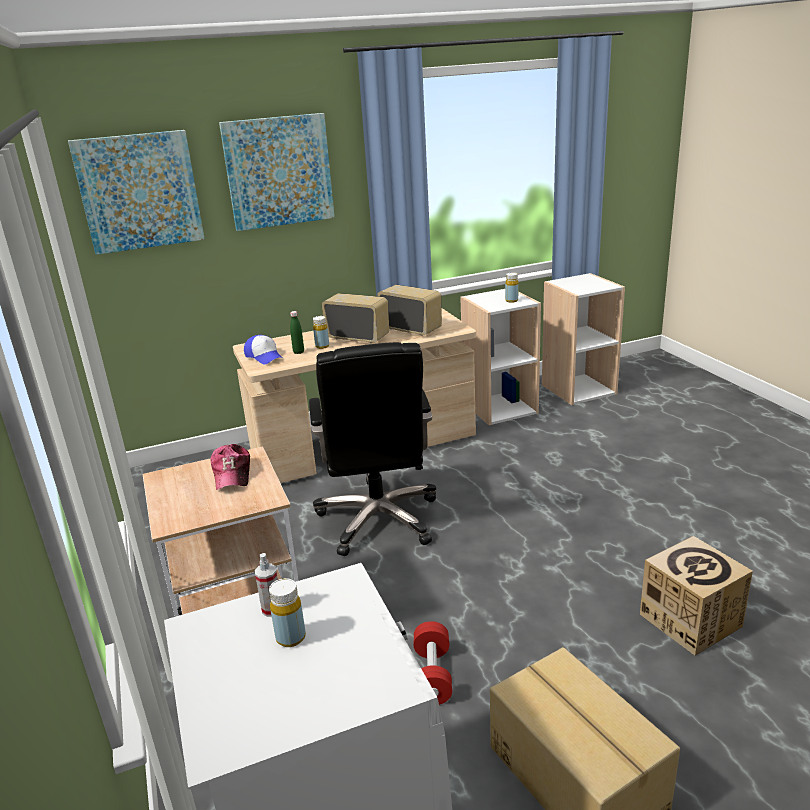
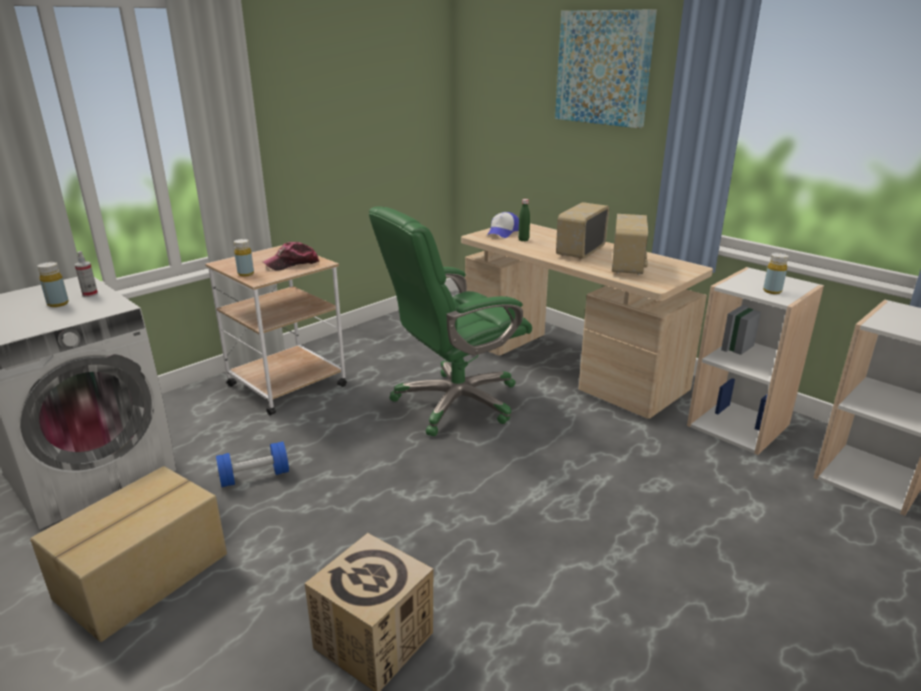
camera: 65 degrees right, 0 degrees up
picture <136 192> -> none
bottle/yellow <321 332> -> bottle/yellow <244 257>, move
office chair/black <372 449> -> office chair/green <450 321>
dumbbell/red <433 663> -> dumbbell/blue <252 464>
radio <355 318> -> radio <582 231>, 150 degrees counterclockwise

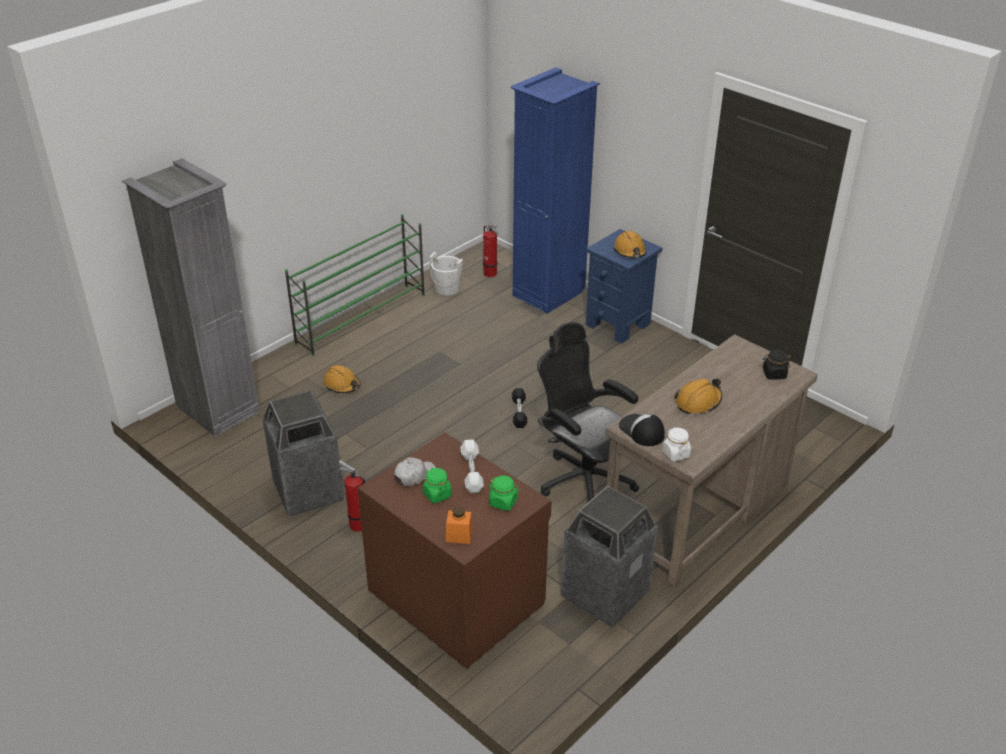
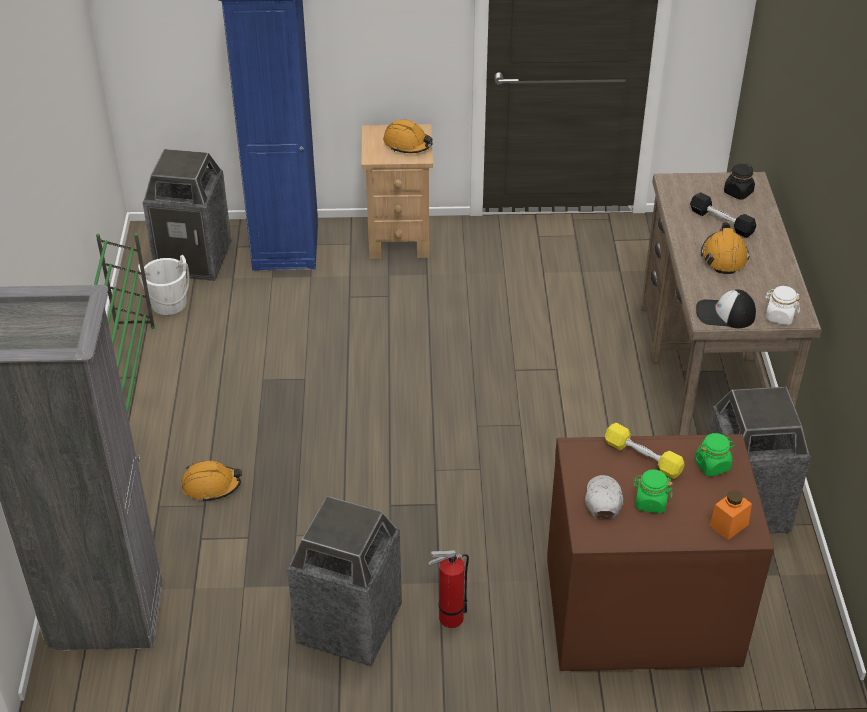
camera: 45 degrees left, 5 degrees up
office chair <588 411> -> none
dumbbell/black <519 408> -> dumbbell/black <723 215>, move
fire extinguisher <490 250> -> trash can <186 215>
dumbbell/white <472 466> -> dumbbell/yellow <644 451>
nightstand/blue <624 286> -> nightstand/beige <397 191>

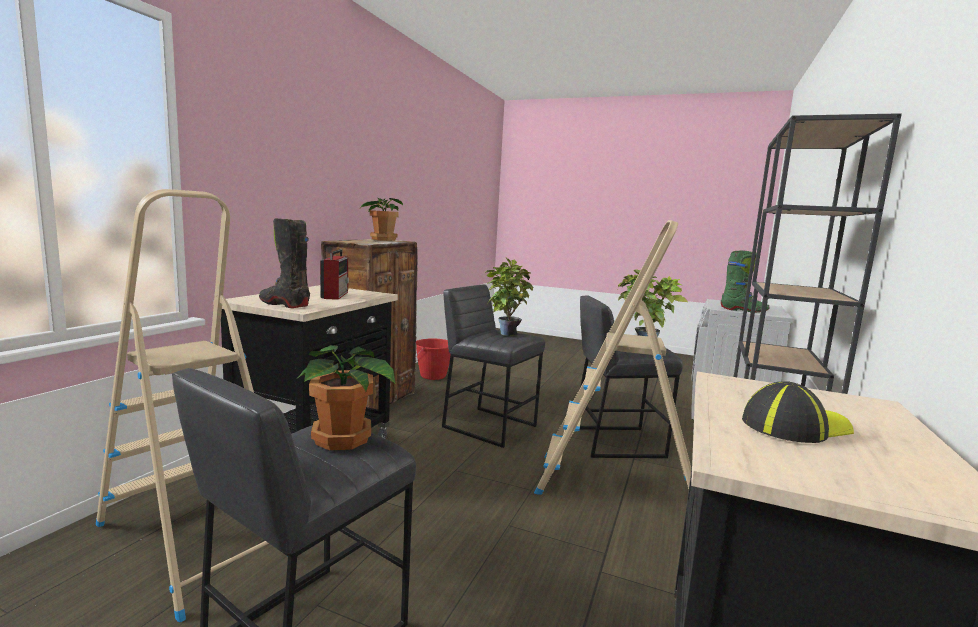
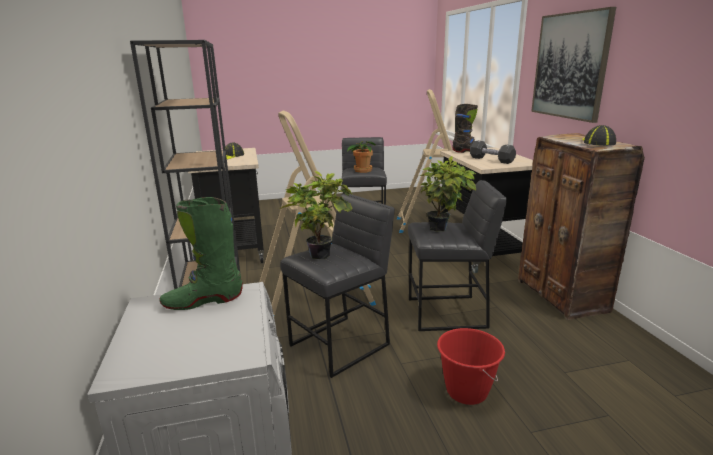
camera: 145 degrees right, 10 degrees up
none -> picture <573 65>
bucket/red <433 359> -> bucket/red <471 366>, move
radio <334 274> -> dumbbell/black <493 152>
potted plant <381 219> -> cap <599 135>

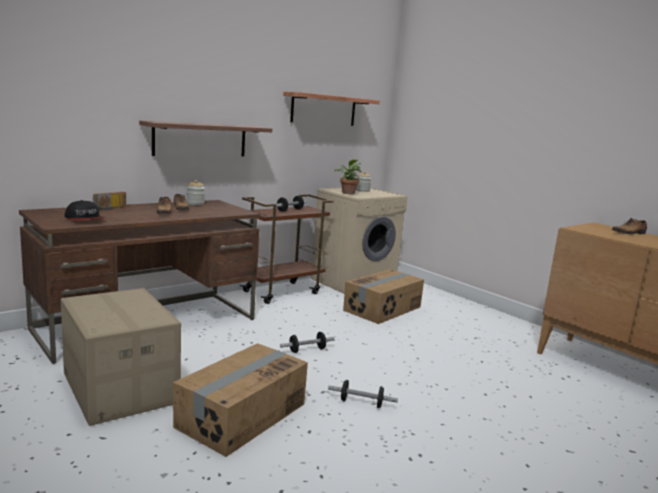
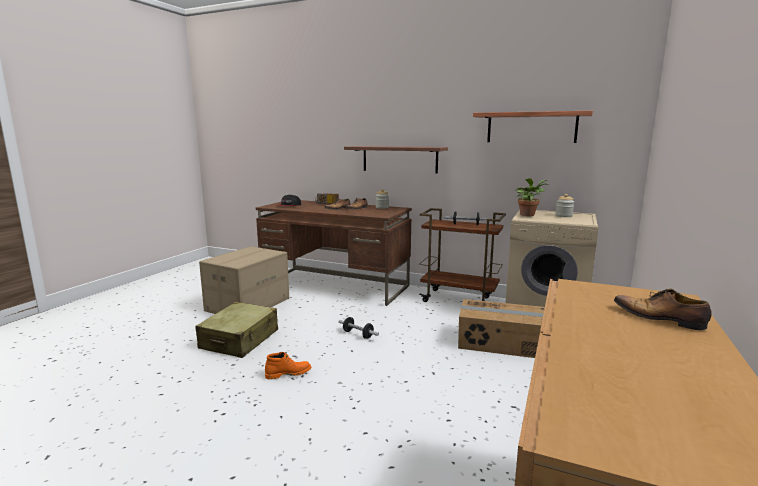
camera: 65 degrees right, 0 degrees up
cardboard box <240 400> -> suitcase/beige <236 330>
dumbbell <363 394> -> boot/orange <288 366>

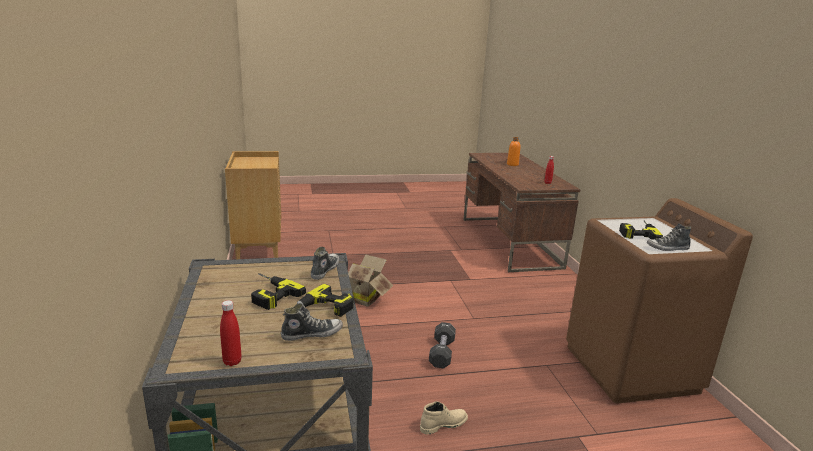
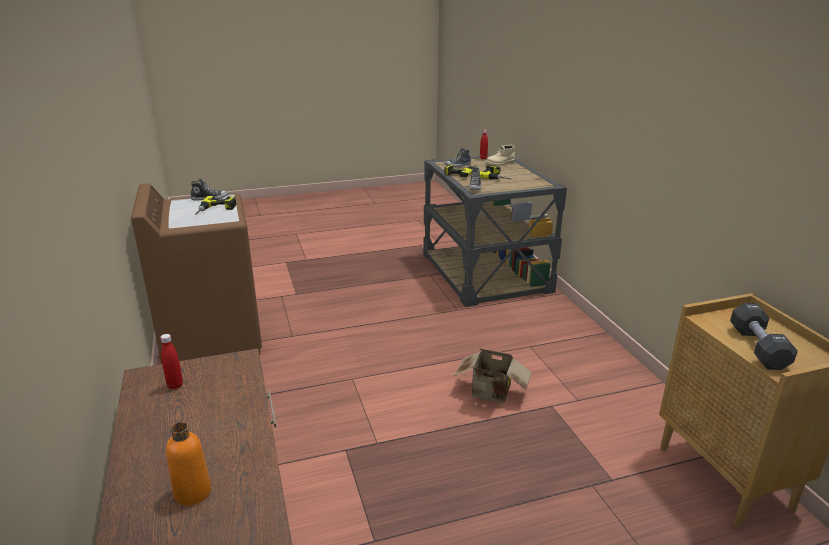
camera: 175 degrees right, 5 degrees up
boot/beige <444 418> -> boot/beige <500 155>, move
dumbbell/black <442 345> -> dumbbell/black <764 336>, move

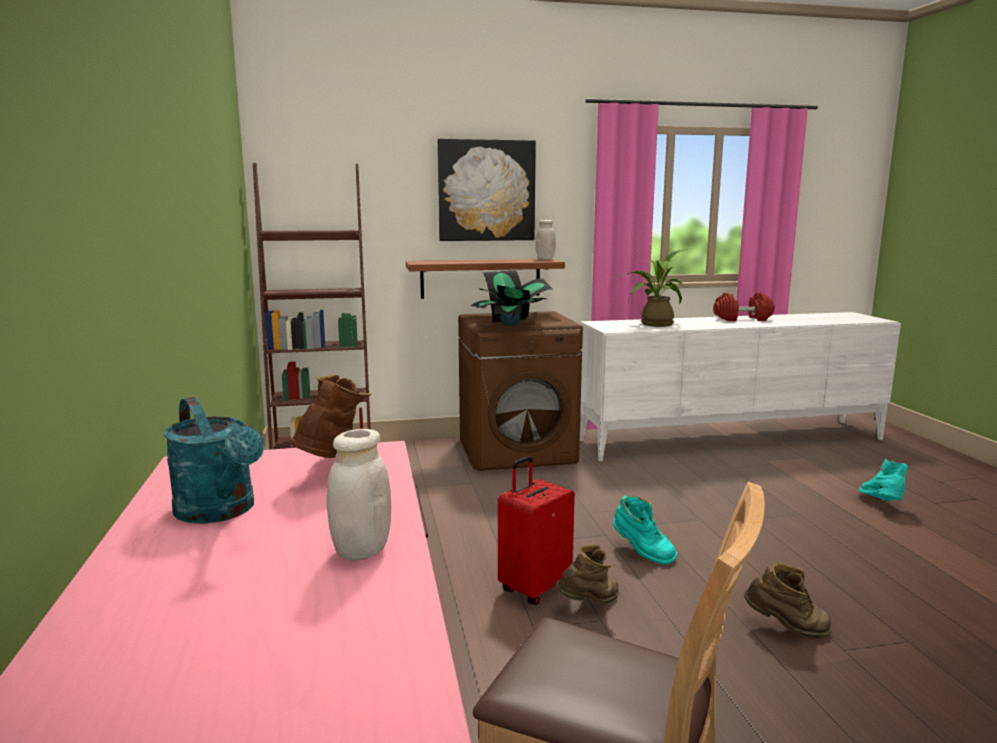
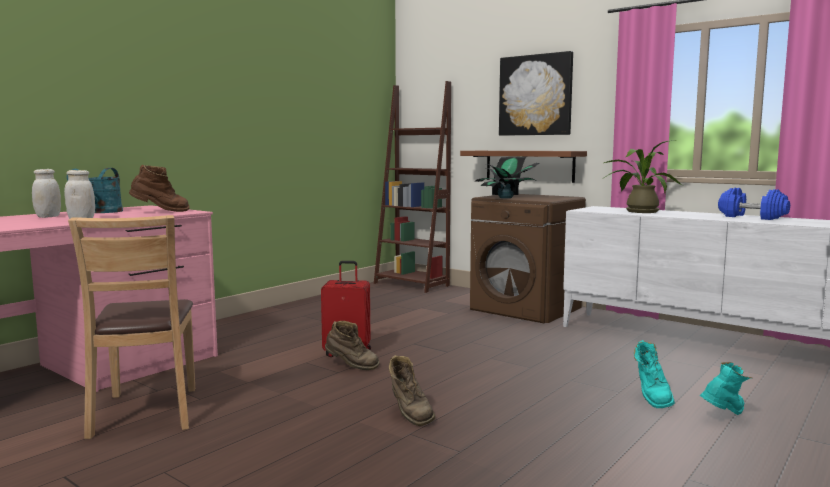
camera: 50 degrees right, 5 degrees down
jar/white <546 239> -> jar/white <46 193>, move
boot/turquoise <645 529> -> boot/turquoise <654 374>, move
dumbbell/red <744 306> -> dumbbell/blue <754 204>

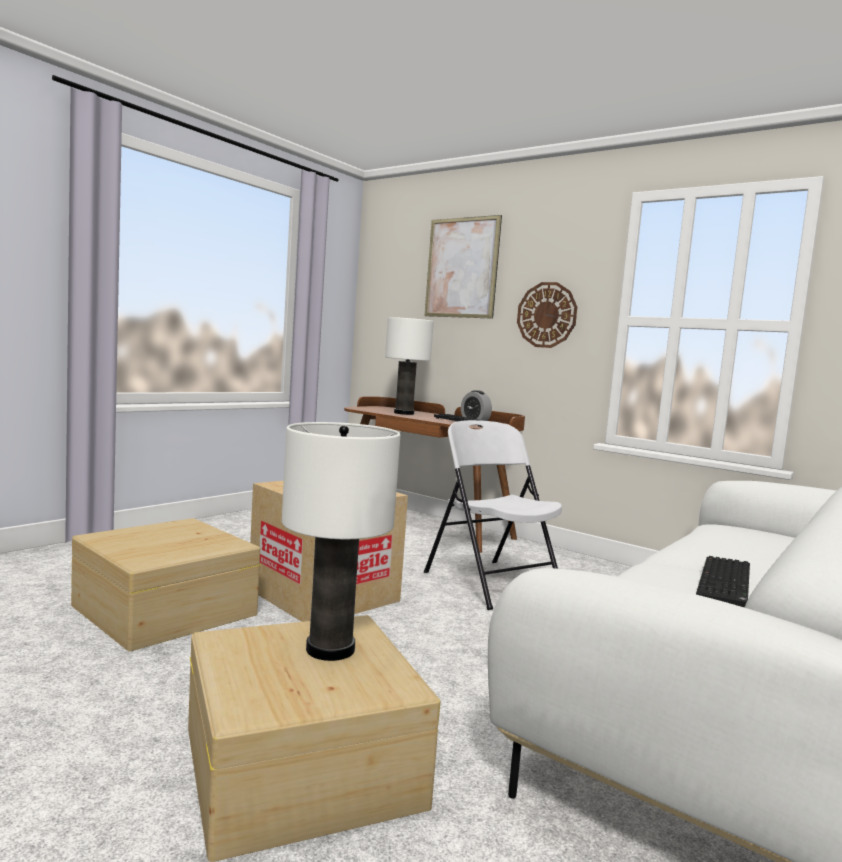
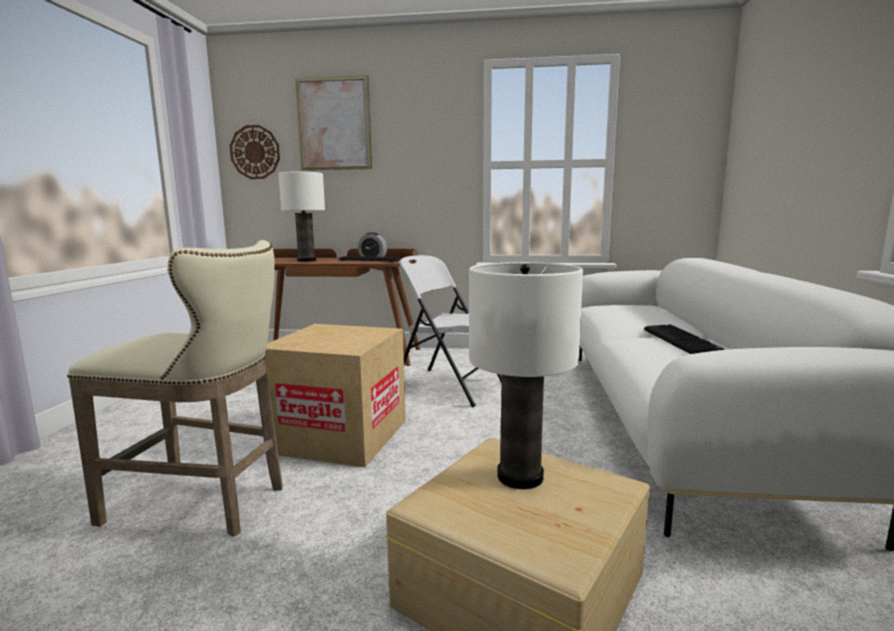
camera: 30 degrees left, 5 degrees up
wall clock <547 315> -> wall clock <255 152>, move
storage box/beige <165 584> -> stool/beige <175 388>

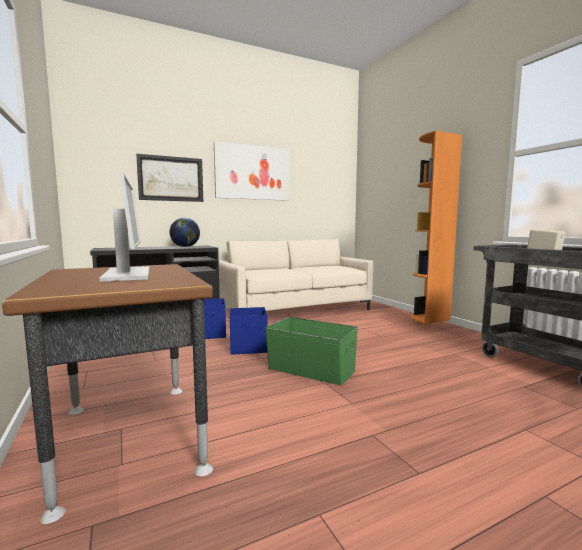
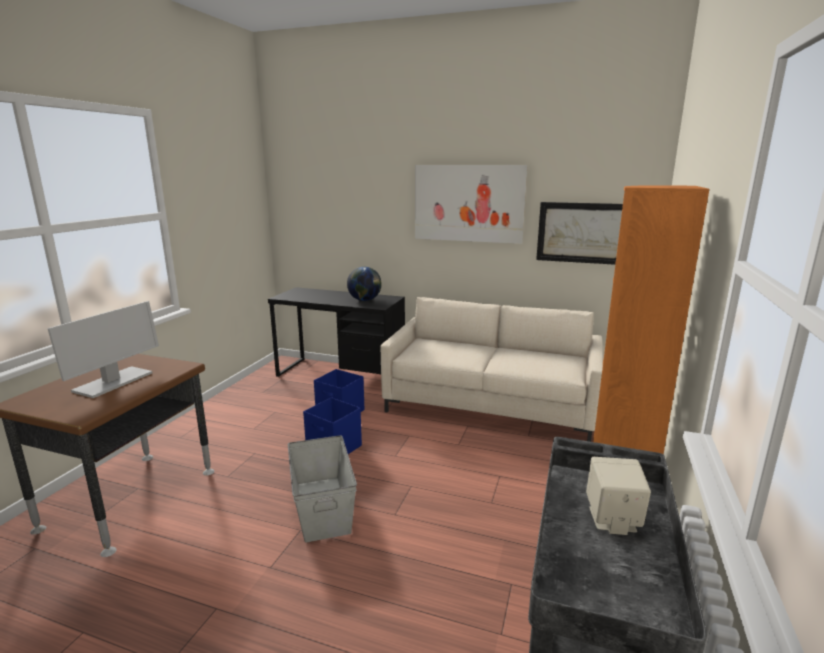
camera: 45 degrees right, 10 degrees up
picture <169 178> -> picture <579 233>, move
storage box/green <311 351> -> storage box/grey <322 489>

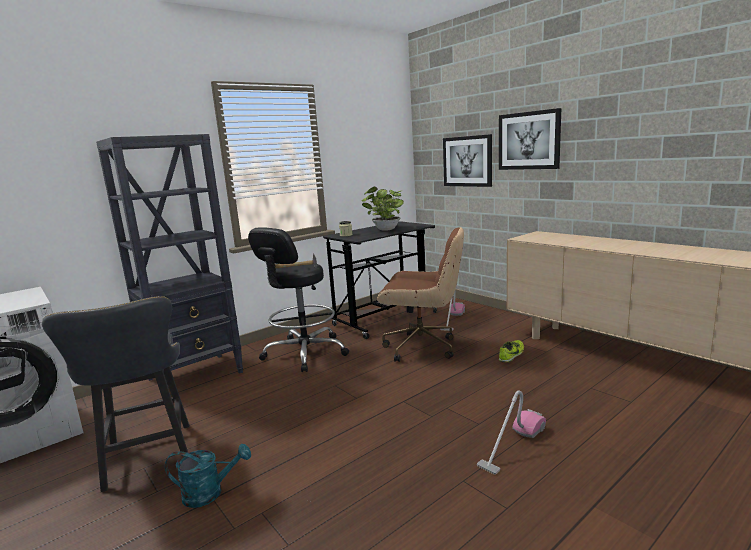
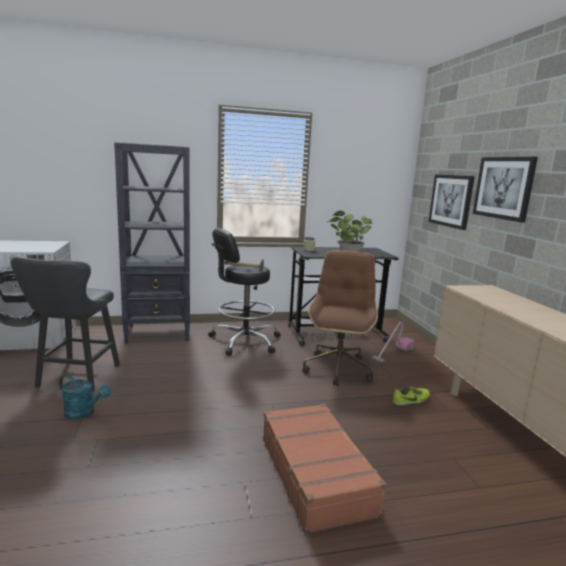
camera: 25 degrees right, 0 degrees up
vacuum cleaner <511 432> -> suitcase/brown <324 469>
office chair/brown <420 294> -> office chair/brown <340 318>, 120 degrees counterclockwise

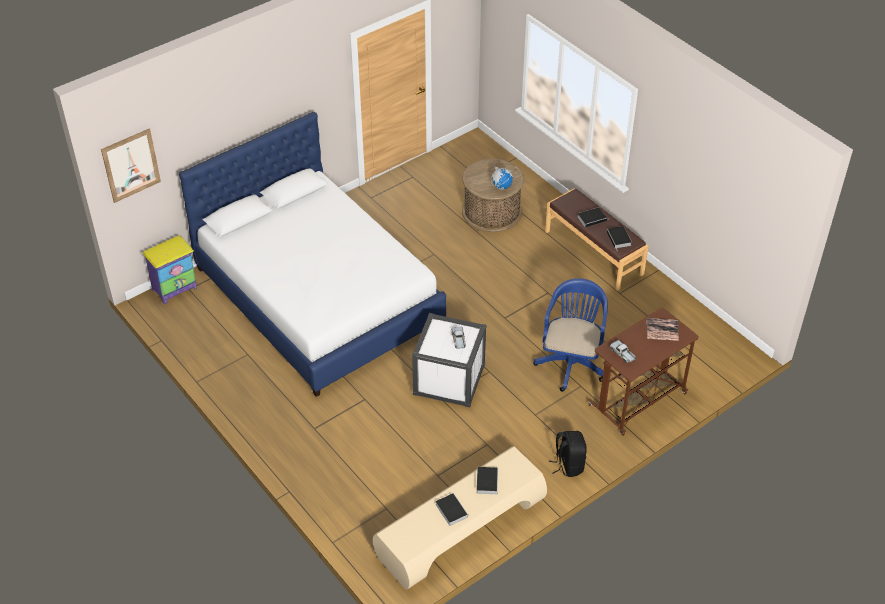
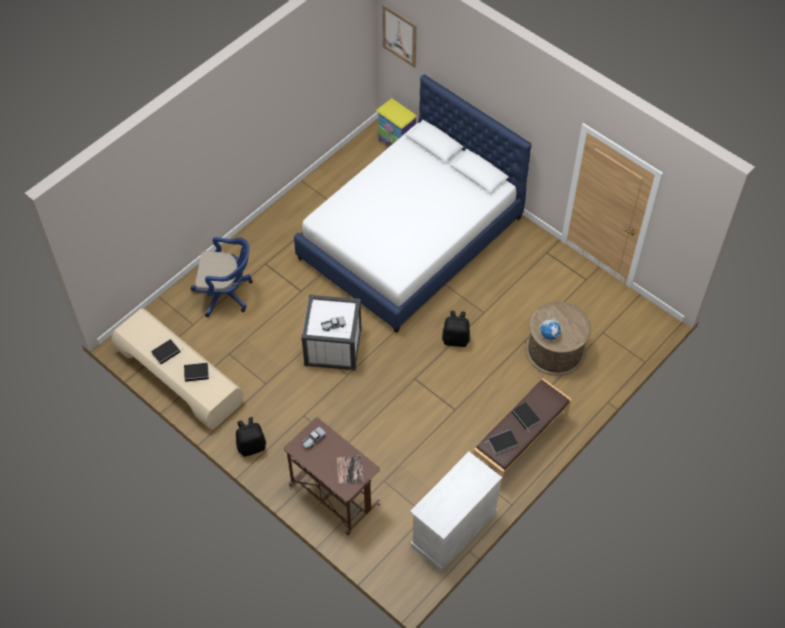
camera: 80 degrees right, 10 degrees up
none -> cabinet/white <456 512>
none -> backpack/black <456 329>
office chair/blue <570 335> -> office chair/blue <222 277>, move

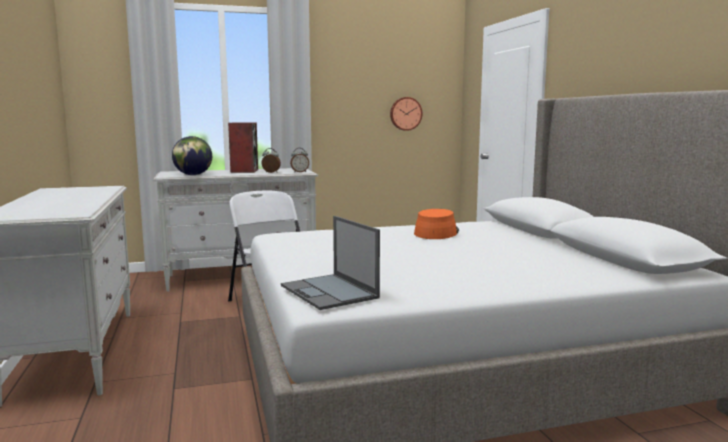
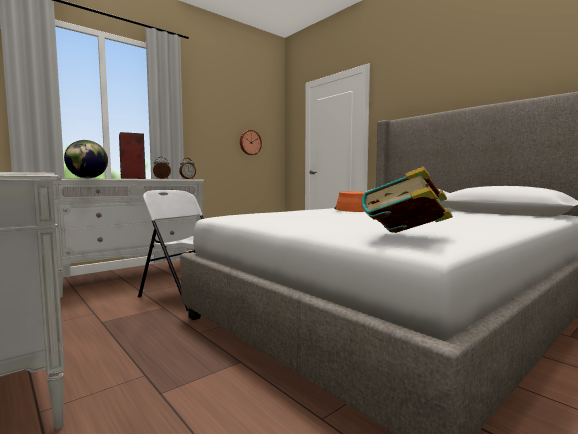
camera: 25 degrees left, 5 degrees down
laptop <330 263> -> book <407 200>

